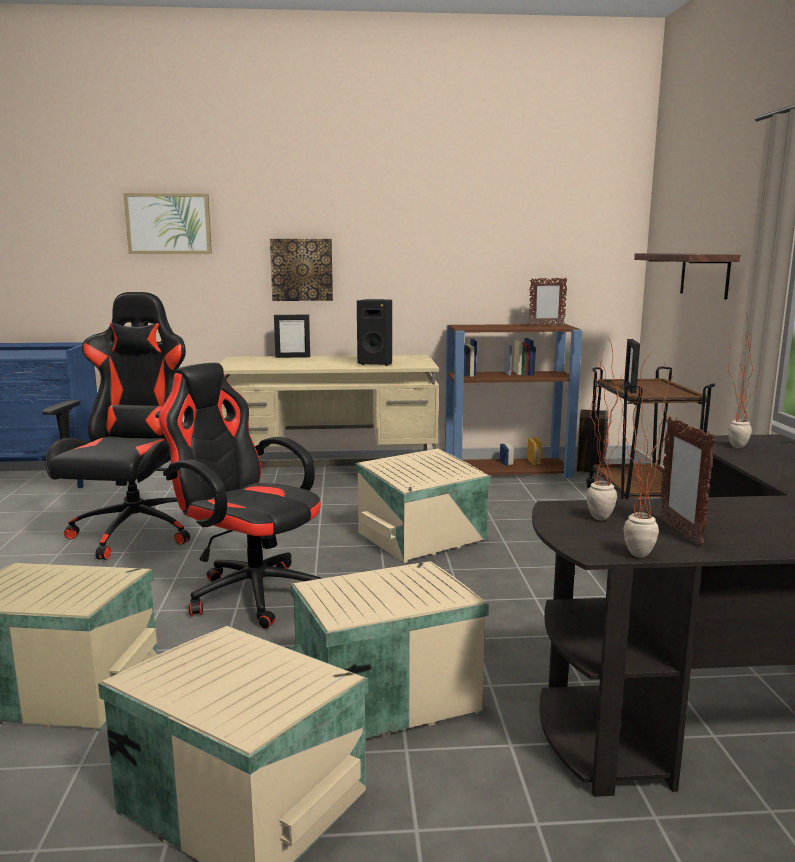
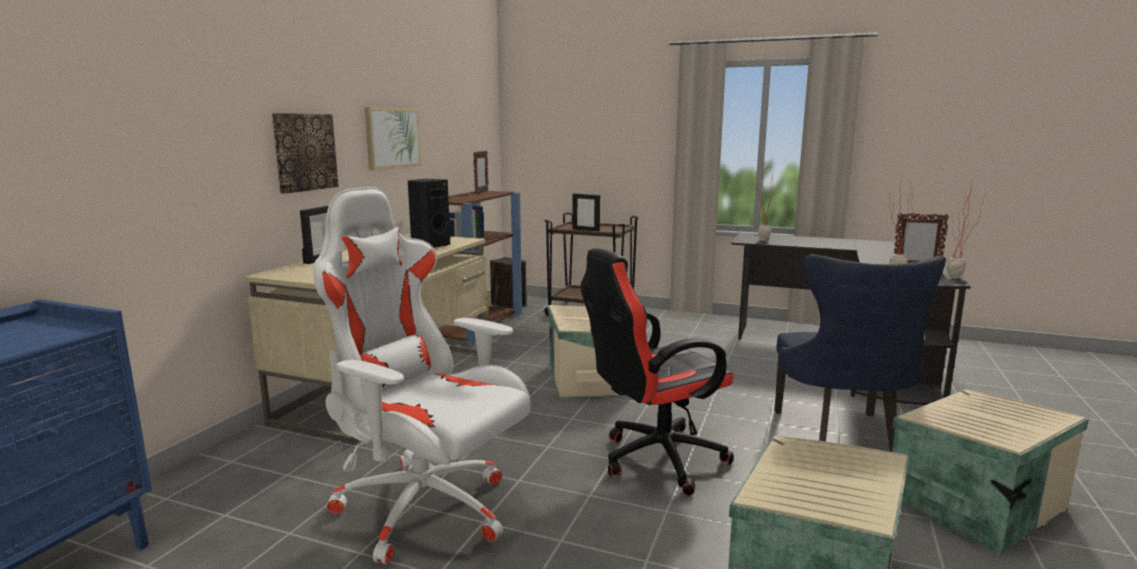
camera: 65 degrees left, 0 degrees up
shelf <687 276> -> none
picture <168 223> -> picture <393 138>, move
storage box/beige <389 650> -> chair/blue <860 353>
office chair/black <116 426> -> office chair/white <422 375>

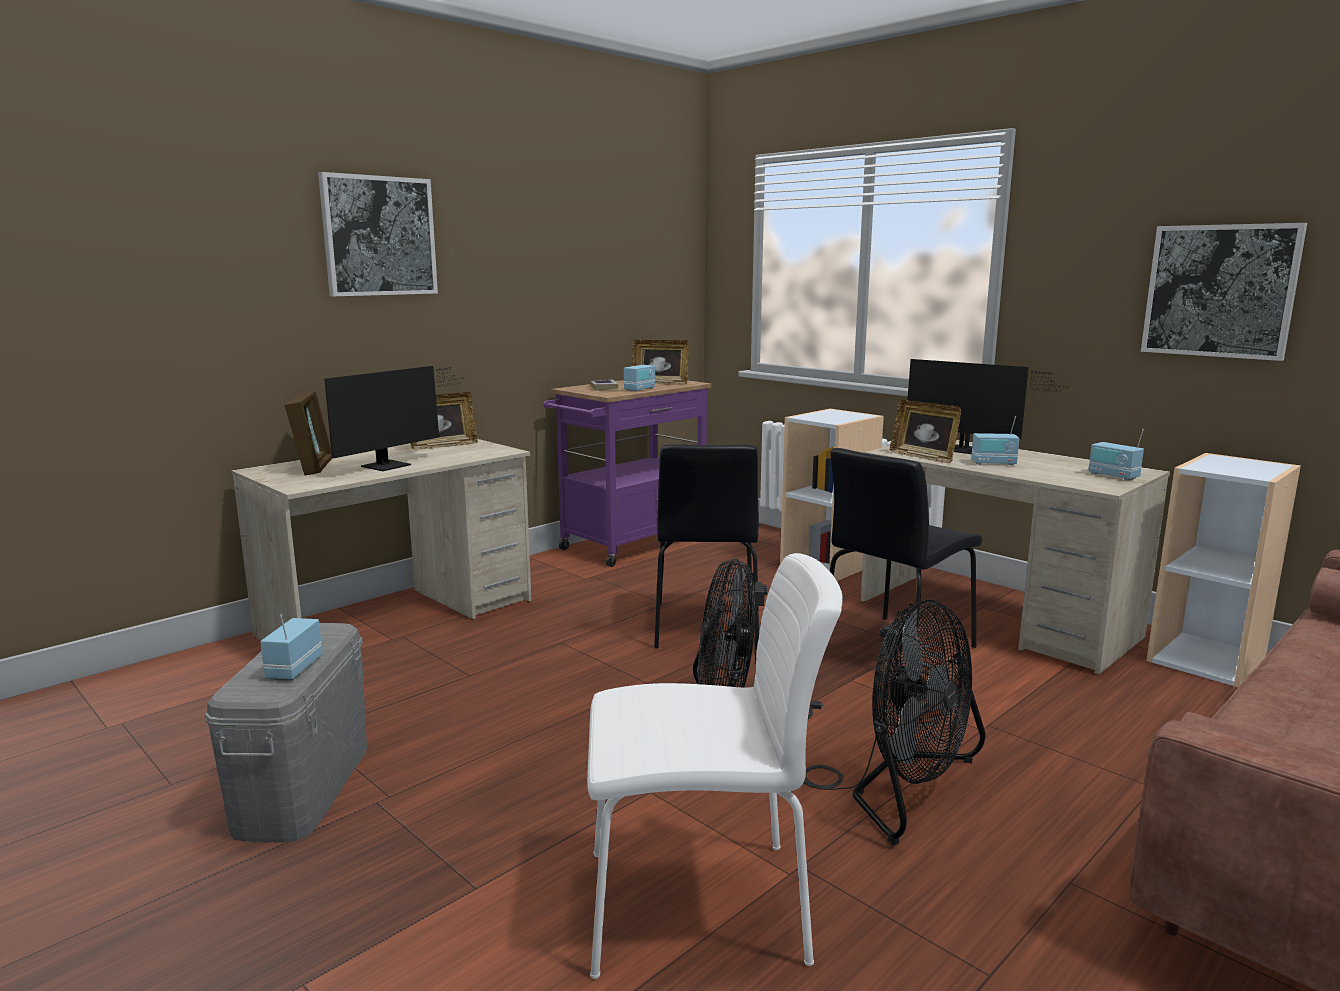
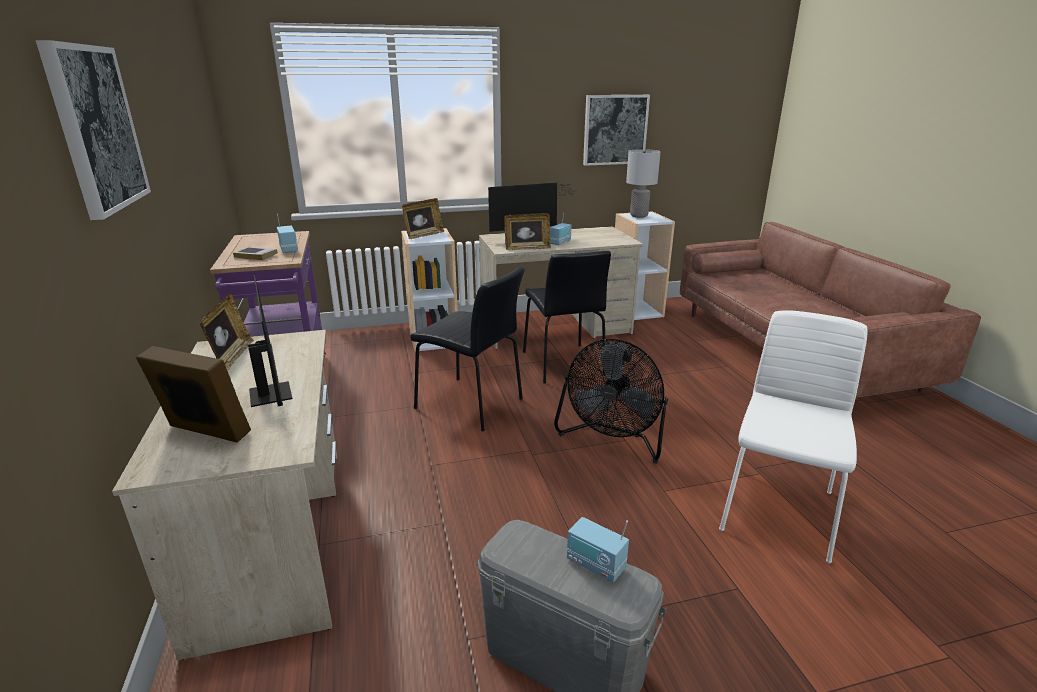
camera: 60 degrees left, 10 degrees up
fan/black <895 722> -> none
radio <1116 454> -> none
none -> table lamp/grey <643 183>
picture frame <660 362> -> picture frame <423 218>, move

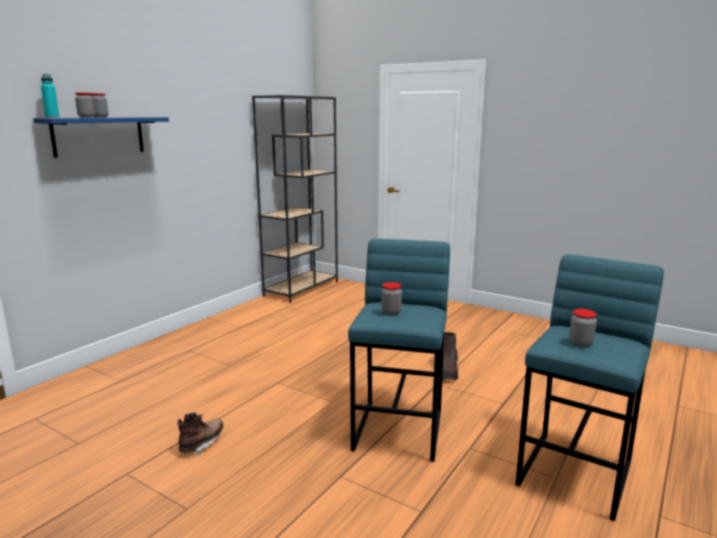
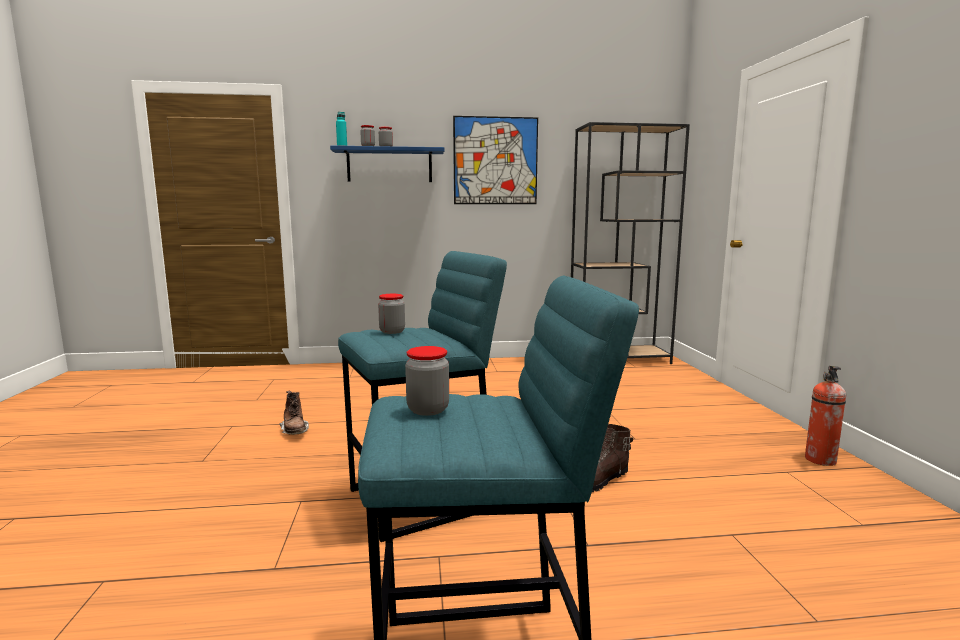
camera: 50 degrees right, 5 degrees down
none -> picture <495 160>
none -> fire extinguisher <825 416>
boot/brown <200 434> -> boot/brown <294 413>, 75 degrees clockwise

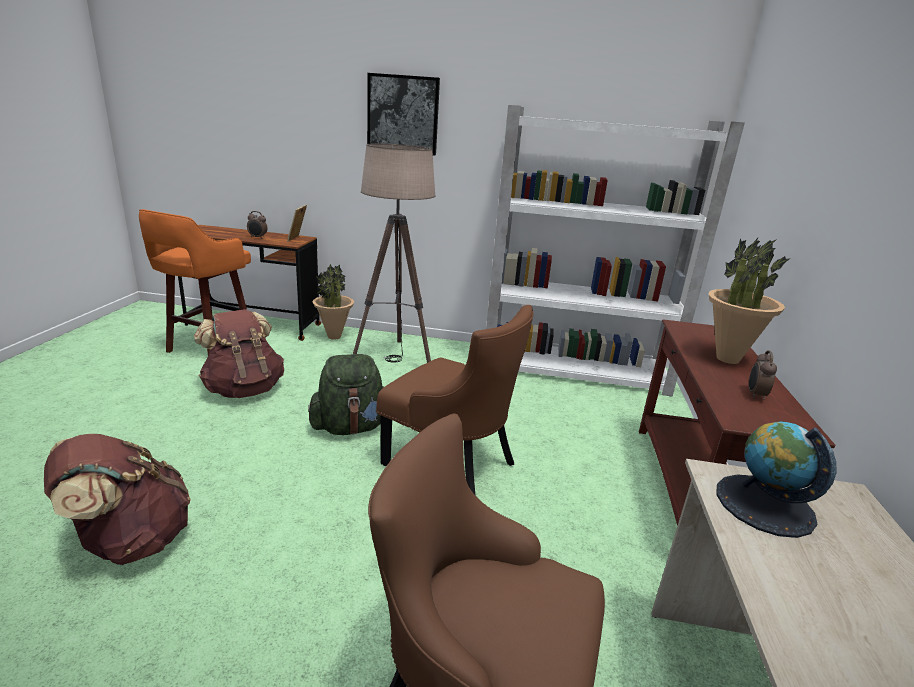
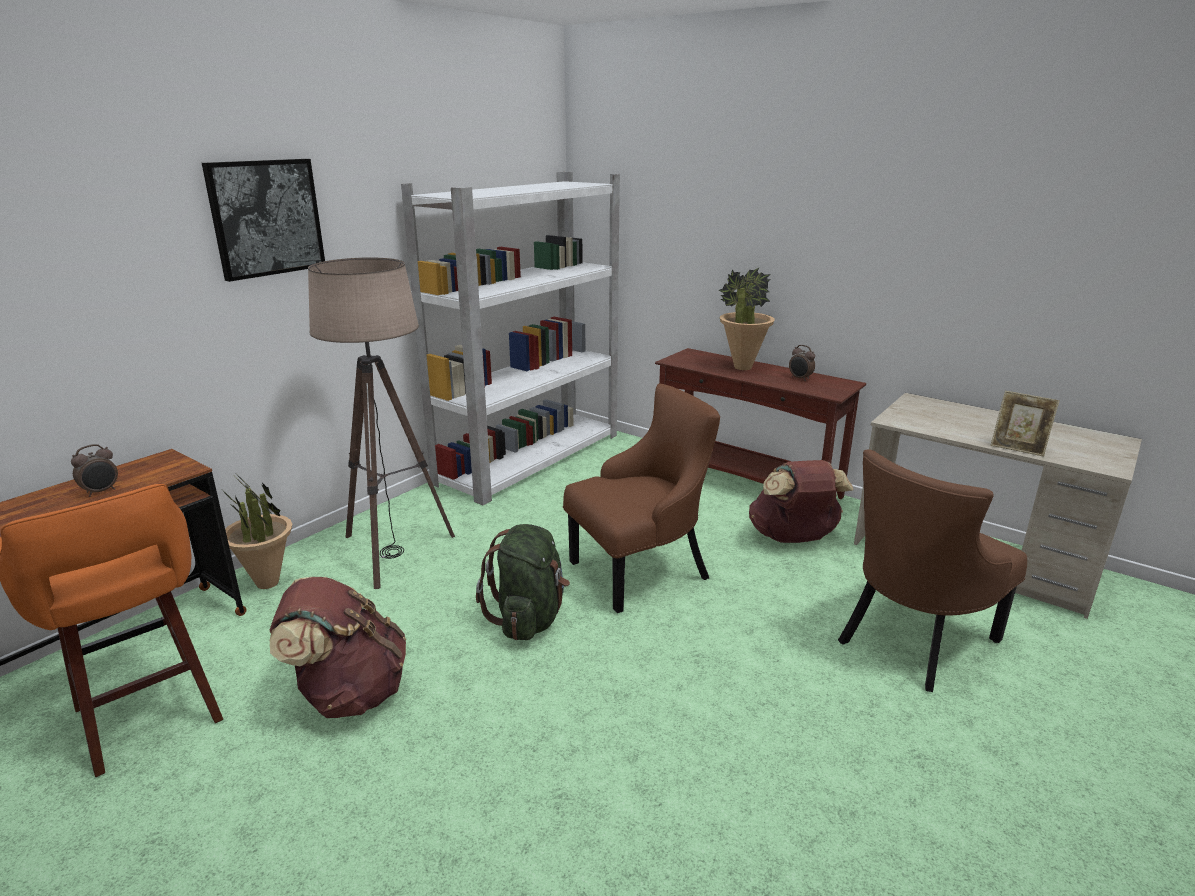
camera: 60 degrees left, 0 degrees up
globe <776 479> -> none
backpack/brown <117 499> -> backpack/brown <801 501>, move
picture frame <297 223> -> picture frame <1025 424>, move

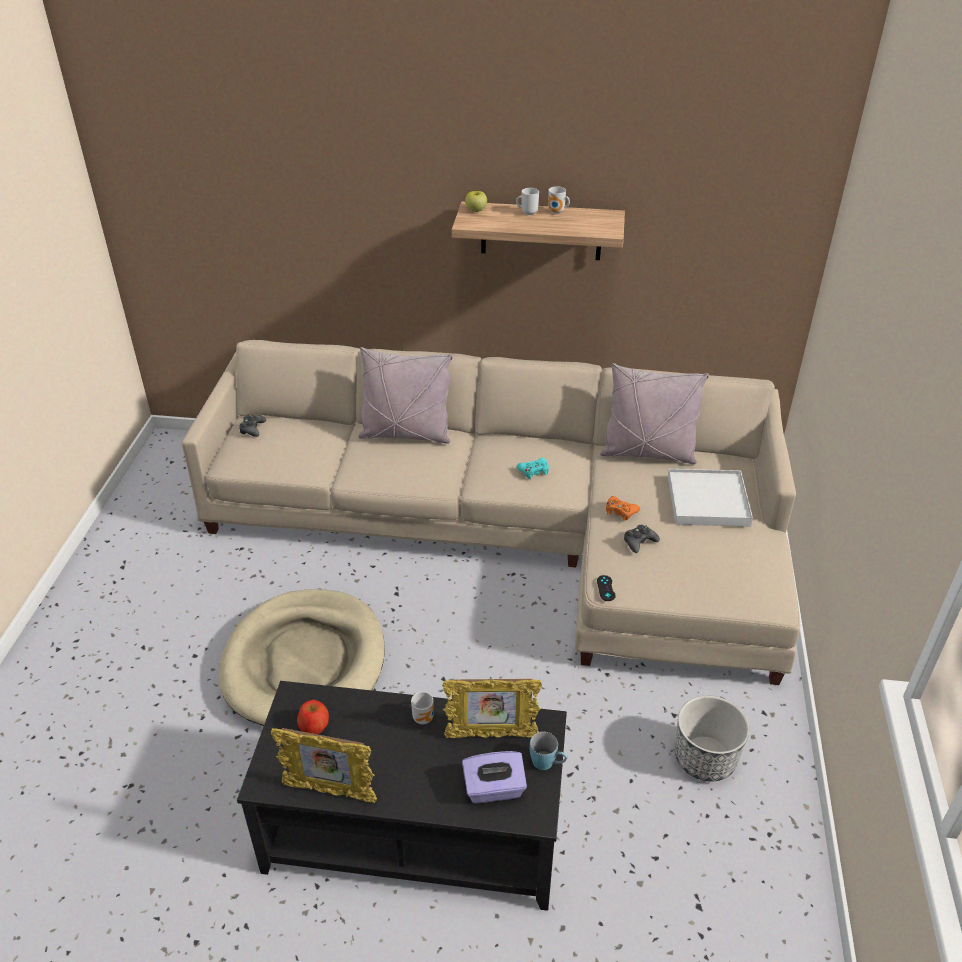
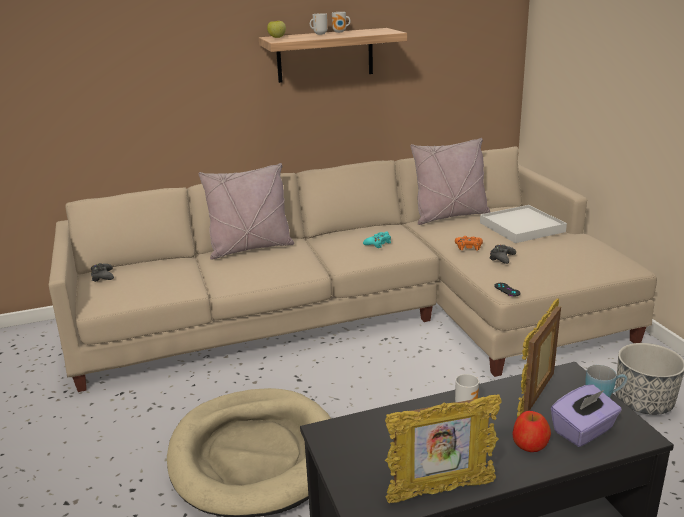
camera: 25 degrees left, 15 degrees down
apple <313 717> -> apple <531 431>, move
picture frame <492 708> -> picture frame <539 358>, 150 degrees clockwise

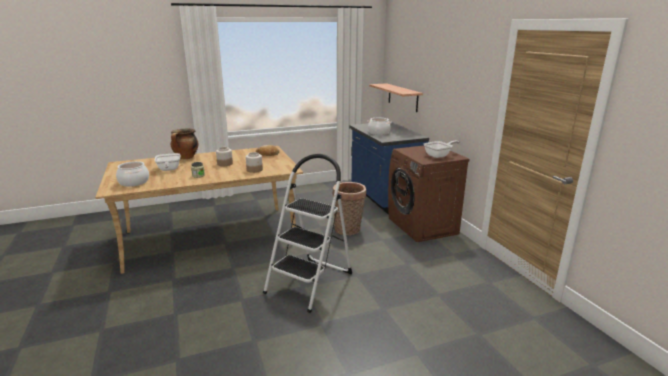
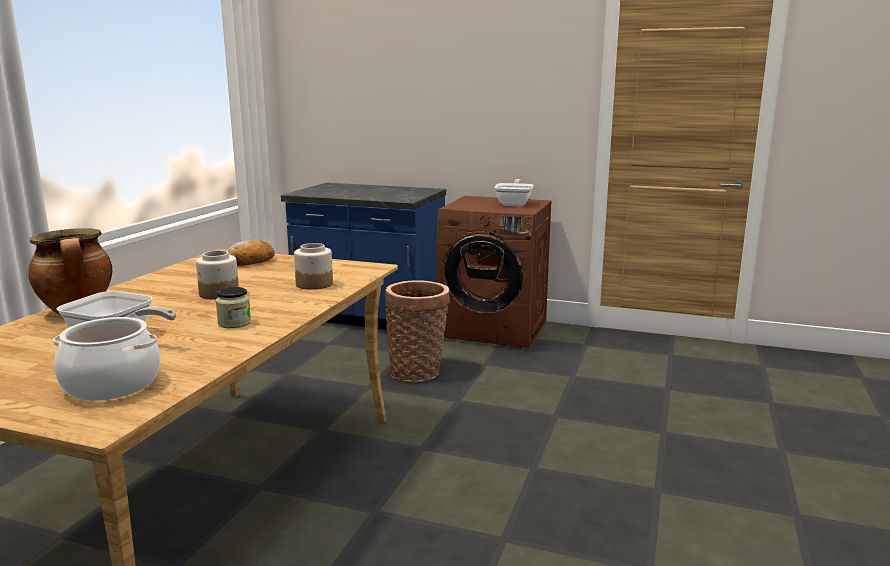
camera: 50 degrees left, 5 degrees down
step ladder <307 233> -> none
cooking pot <379 126> -> none
shelf <396 97> -> none

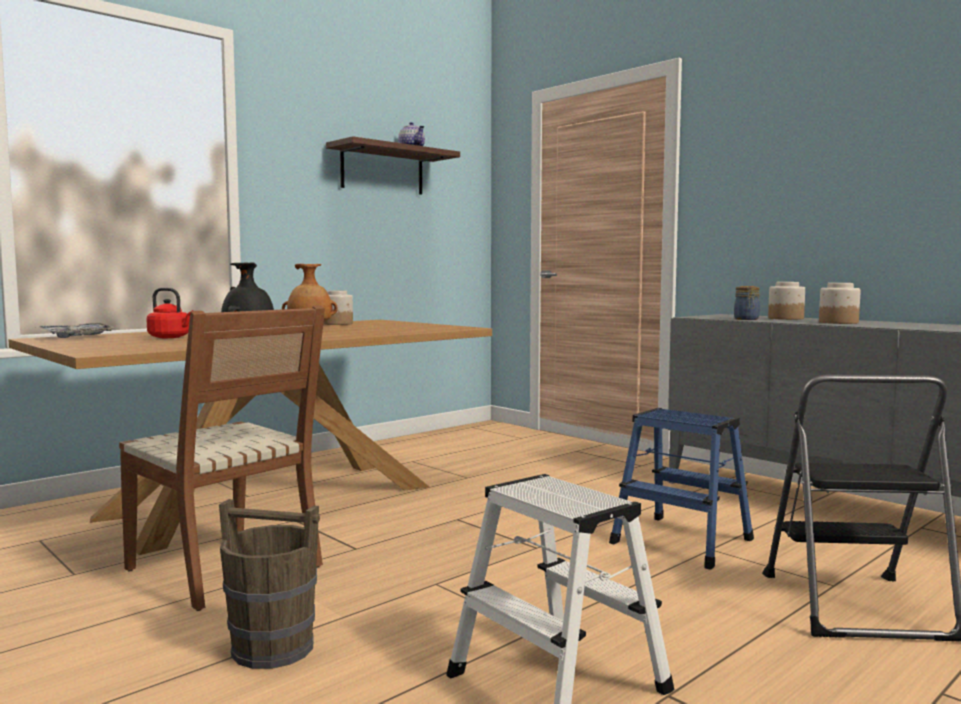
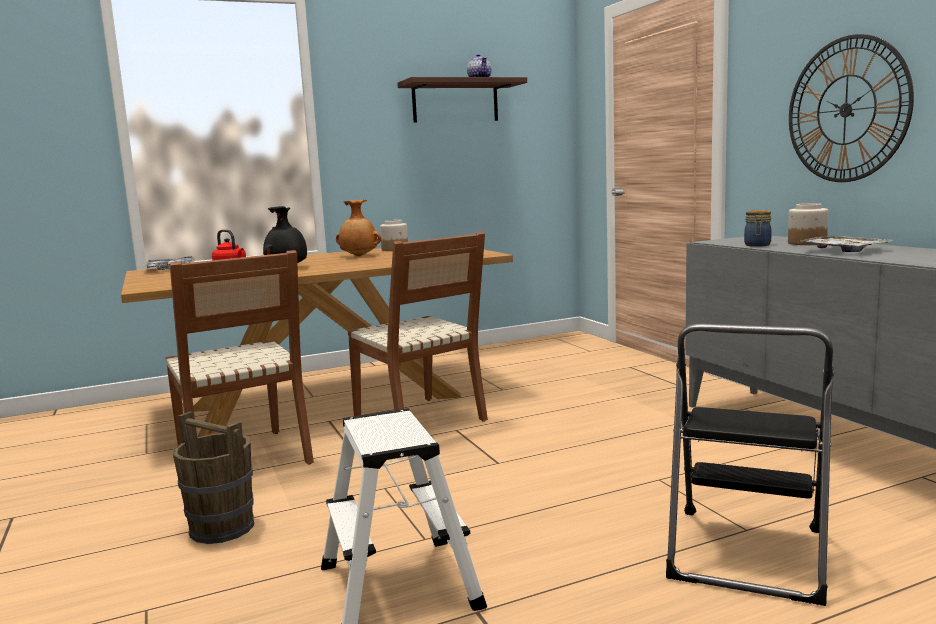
camera: 20 degrees right, 5 degrees up
step ladder/blue <681 488> -> none
none -> chair <418 327>
none -> wall clock <851 108>
jar <840 303> -> tray <846 244>

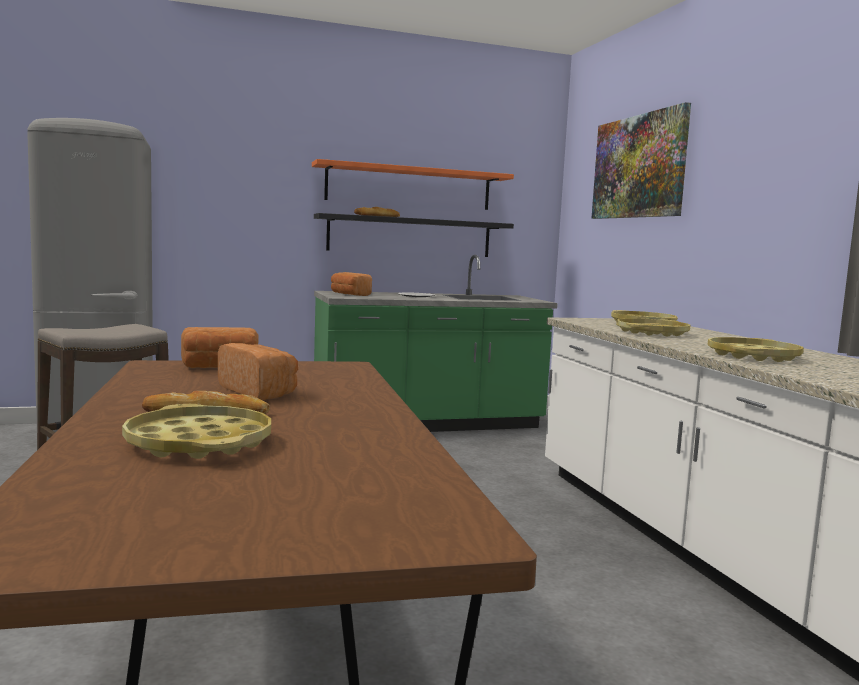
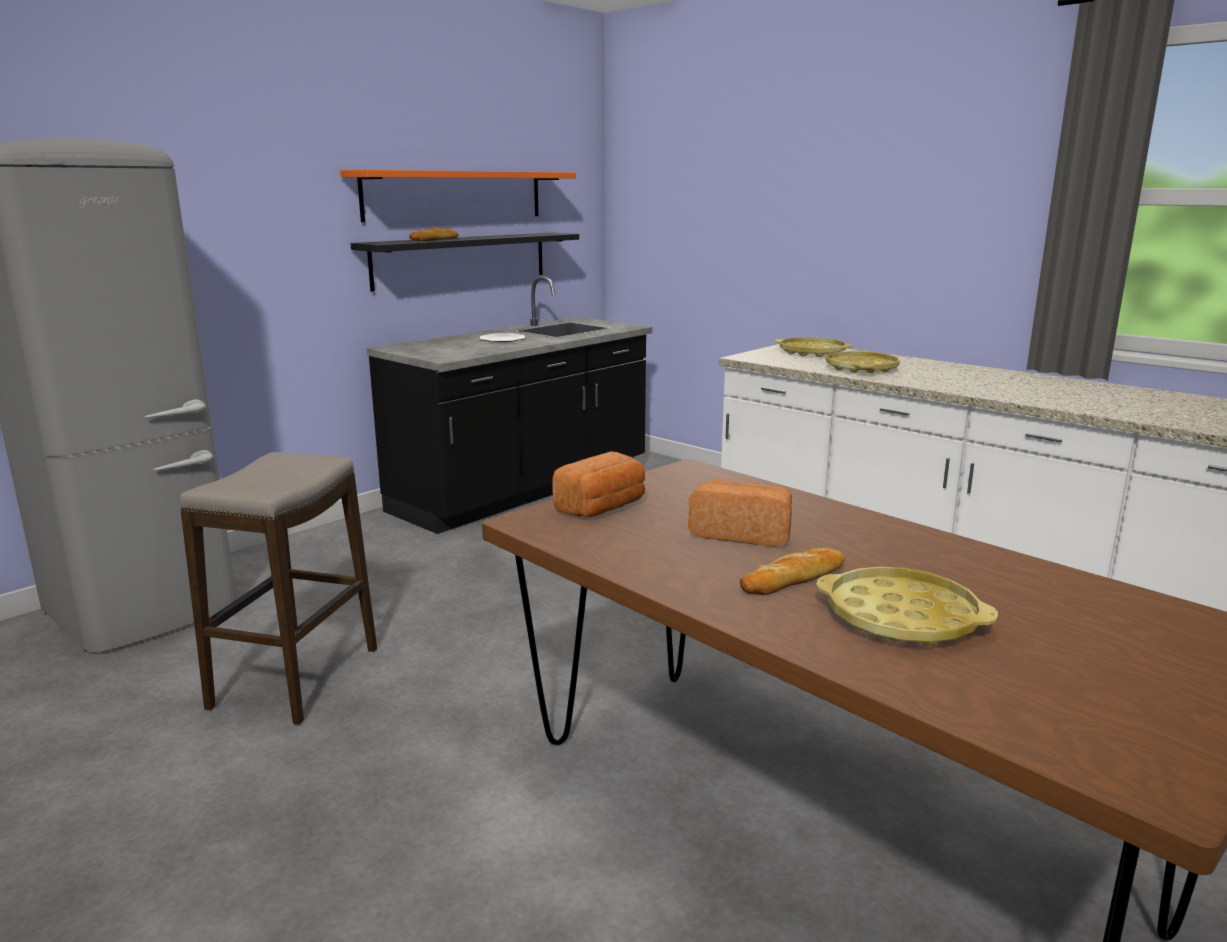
camera: 30 degrees left, 10 degrees up
bread <351 284> -> none
picture <641 160> -> none
tray/yellow <756 349> -> none
counter/green <436 343> -> counter/black <509 405>

